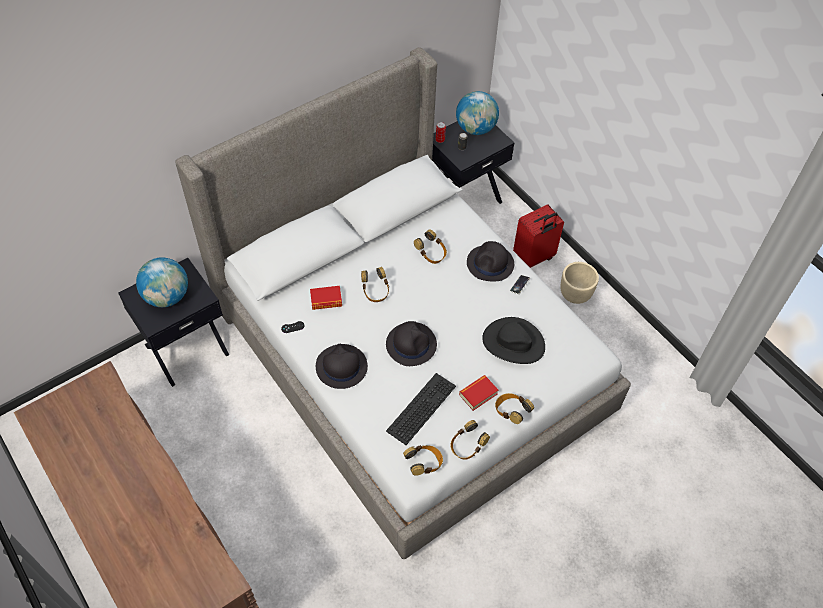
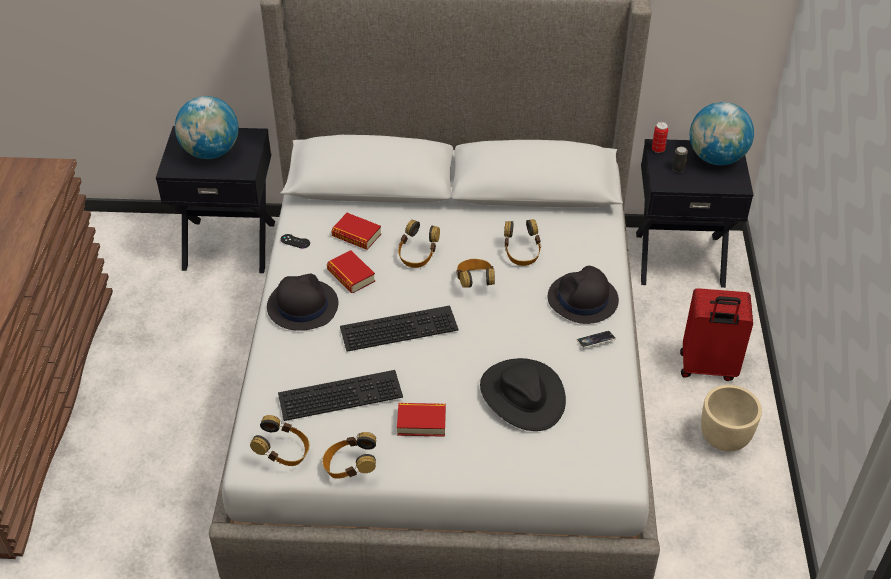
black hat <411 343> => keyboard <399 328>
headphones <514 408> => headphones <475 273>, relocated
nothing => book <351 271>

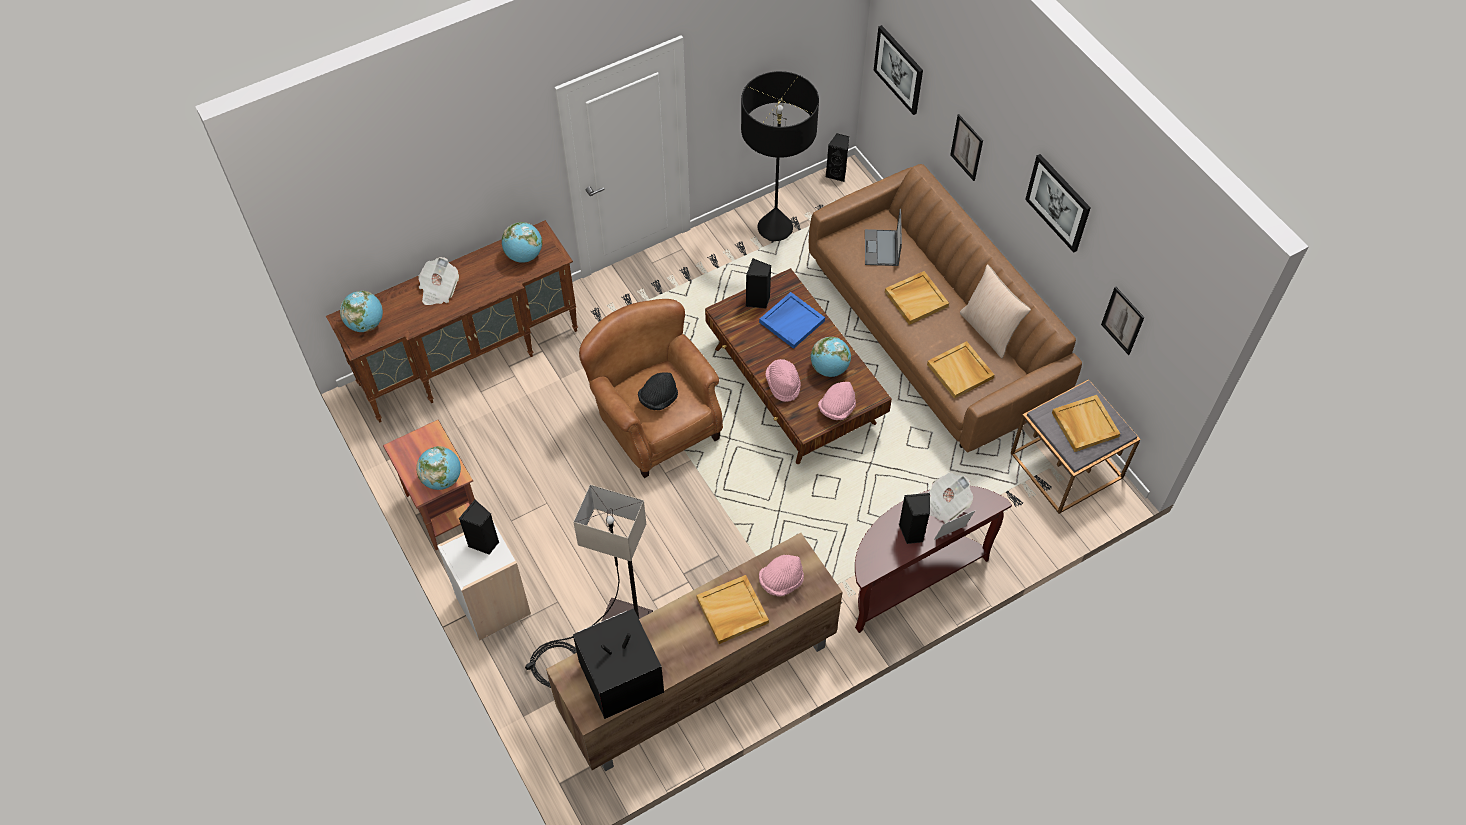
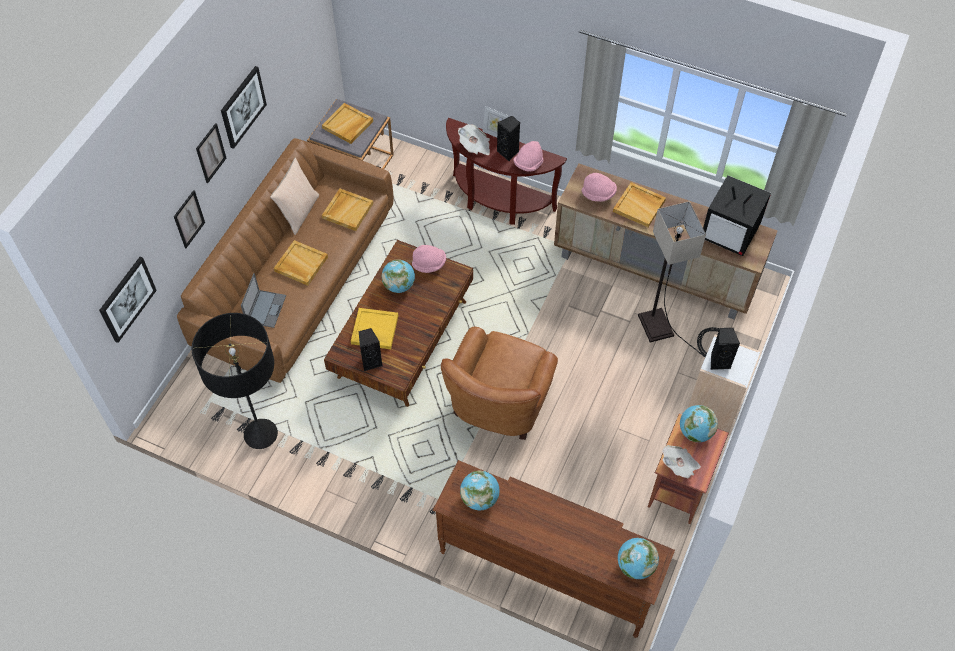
newspaper <438 281> => newspaper <681 462>, relocated
black hat <658 391> => nothing
blue tray <792 320> => yellow tray <374 328>
pink hat <783 380> => pink hat <528 156>, relocated
black speaker <837 157> => nothing
laptop <883 237> => laptop <263 300>, 45 degrees counterclockwise
picture <1123 321> => picture <211 153>, relocated

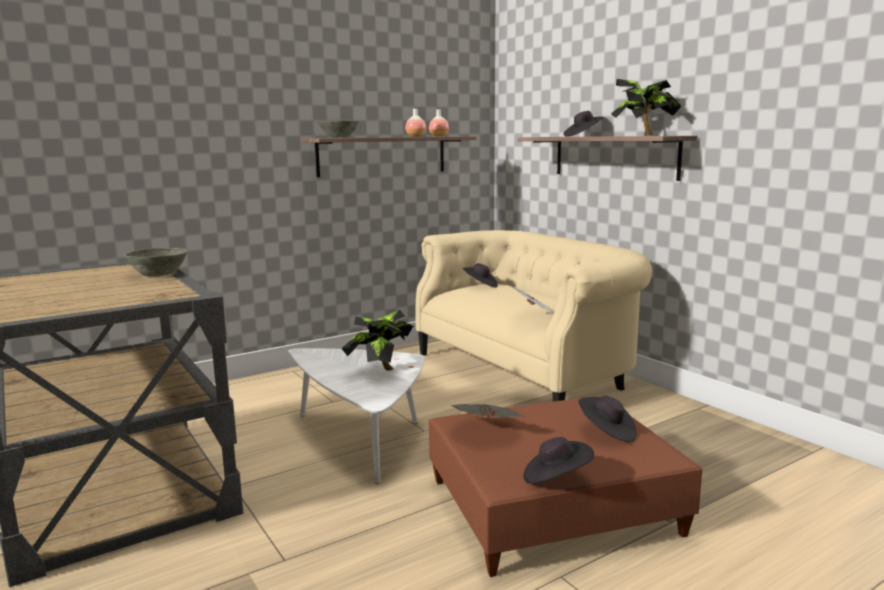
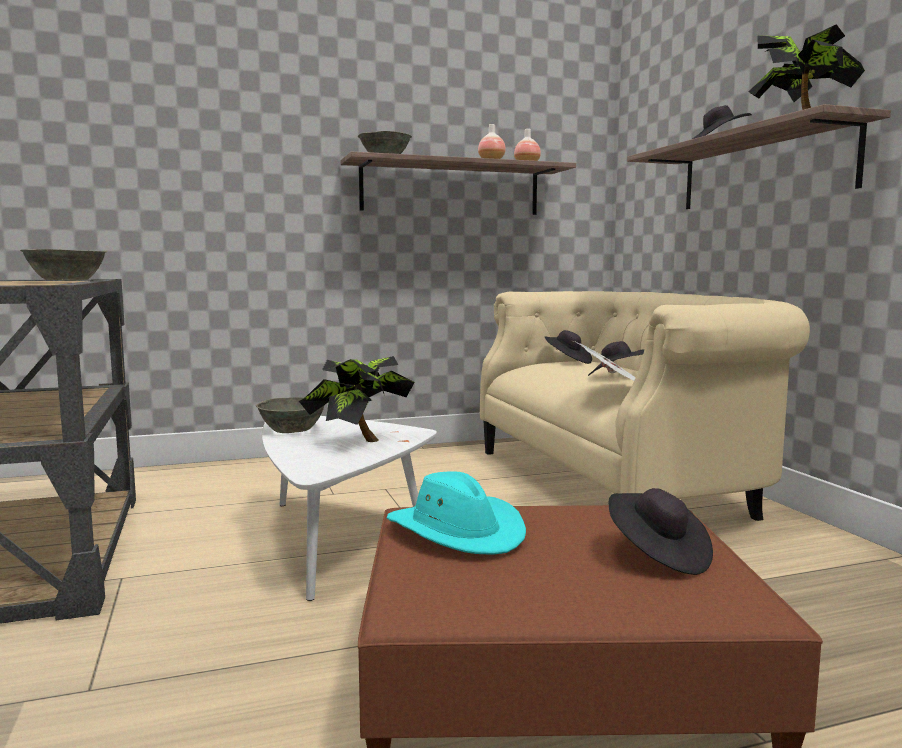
newspaper <487 411> => turquoise hat <456 513>
black hat <559 460> => black hat <616 358>, relocated
nothing => grey bowl <289 415>

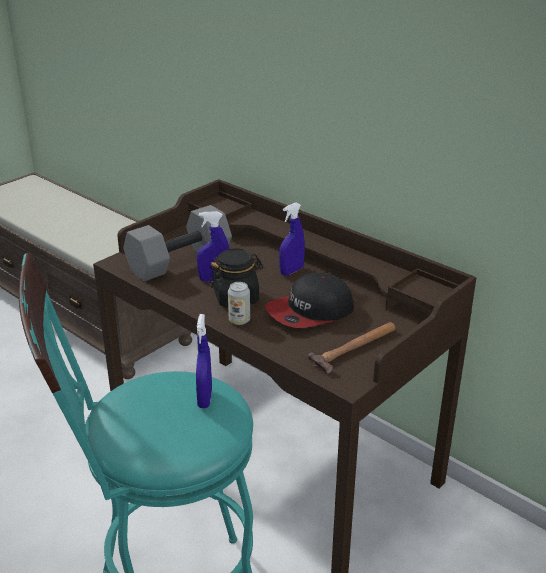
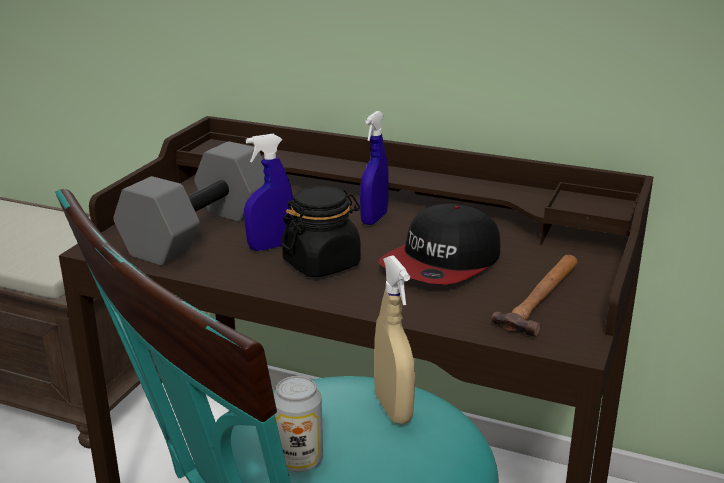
blue spray bottle <204 361> => beige spray bottle <394 339>
can <239 303> => can <298 424>, relocated

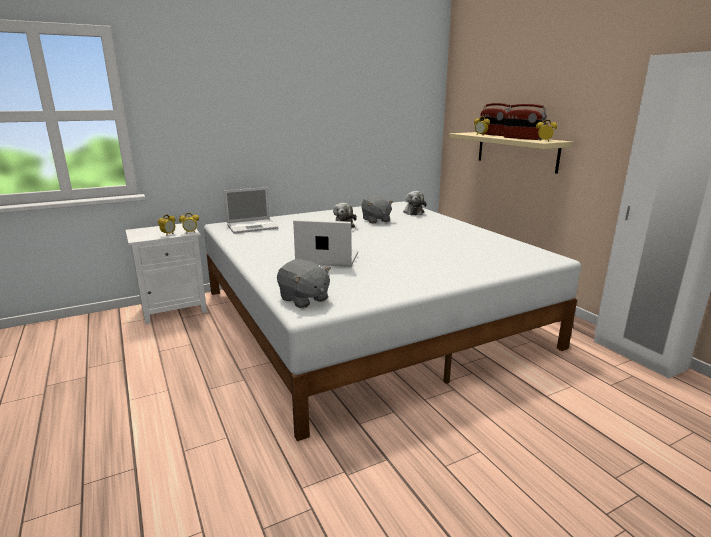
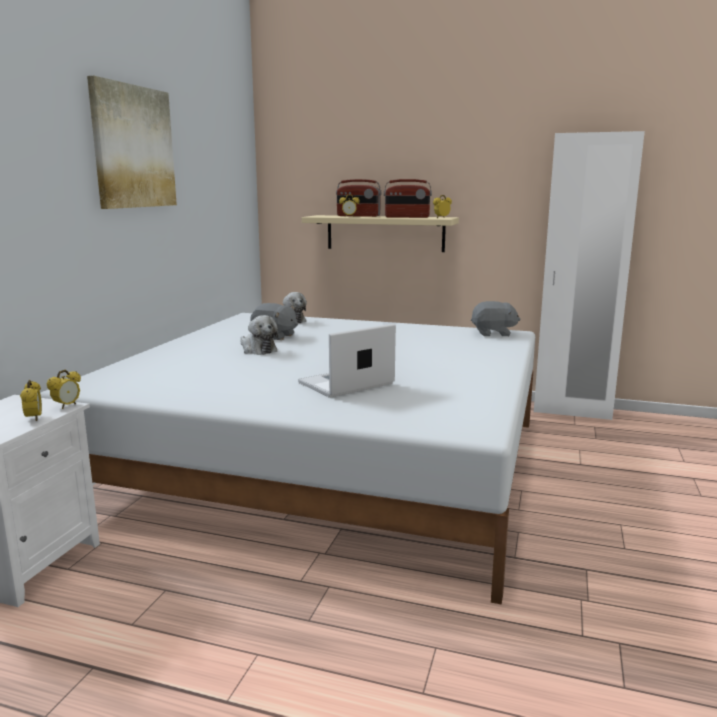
laptop <251 210> => nothing
grey plush toy <304 283> => grey plush toy <496 318>, relocated
nothing => picture <132 142>

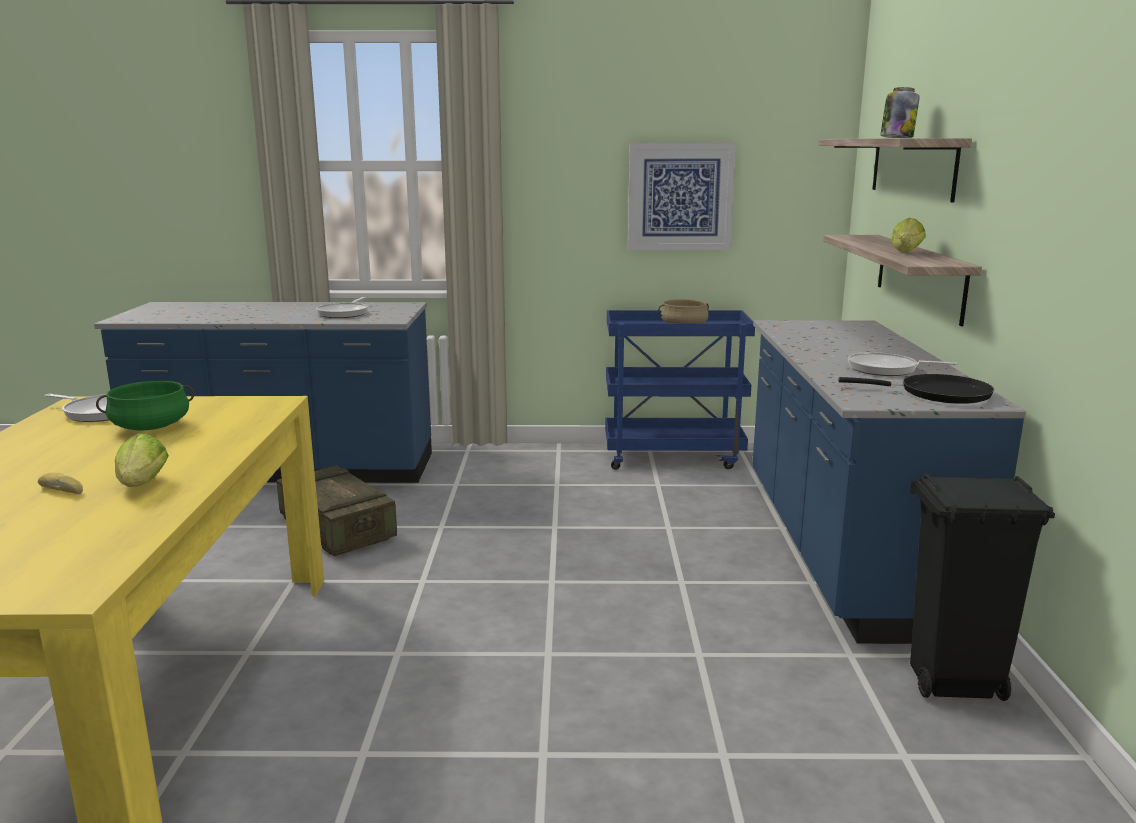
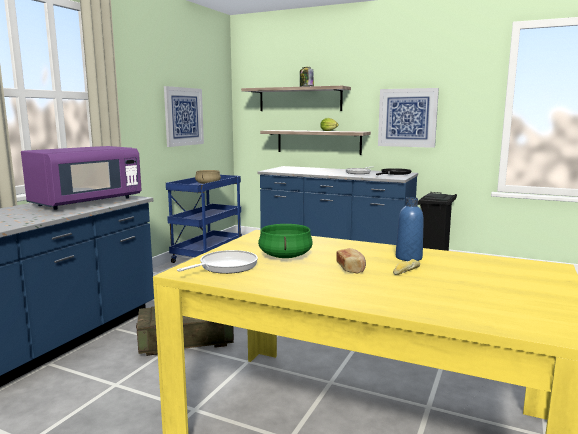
lettuce <142 460> => blue bottle <410 229>
frying pan <342 307> => purple microwave <81 178>
nothing => bread <351 261>
nothing => picture <408 118>

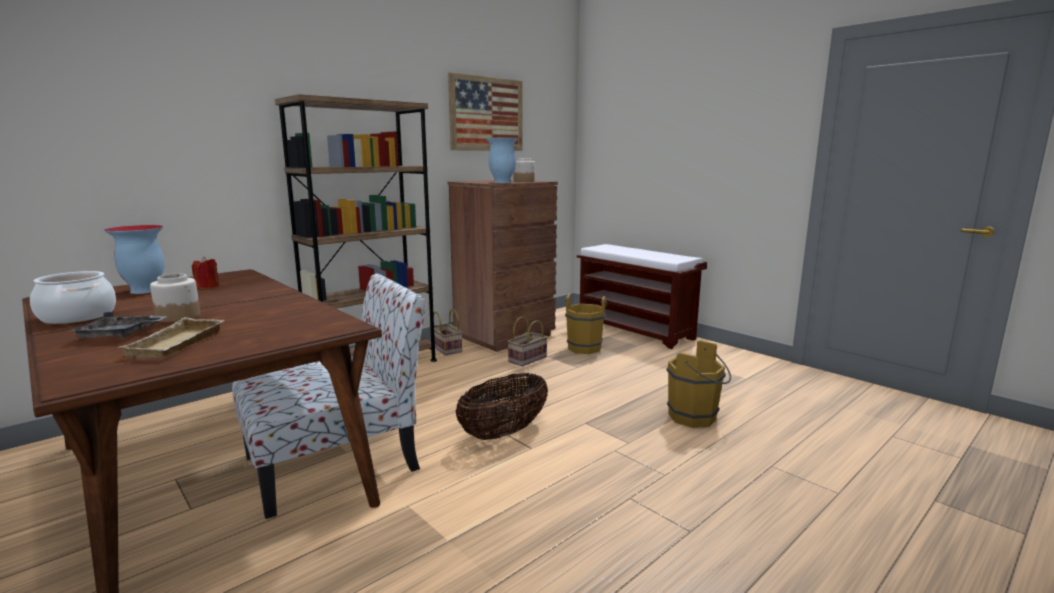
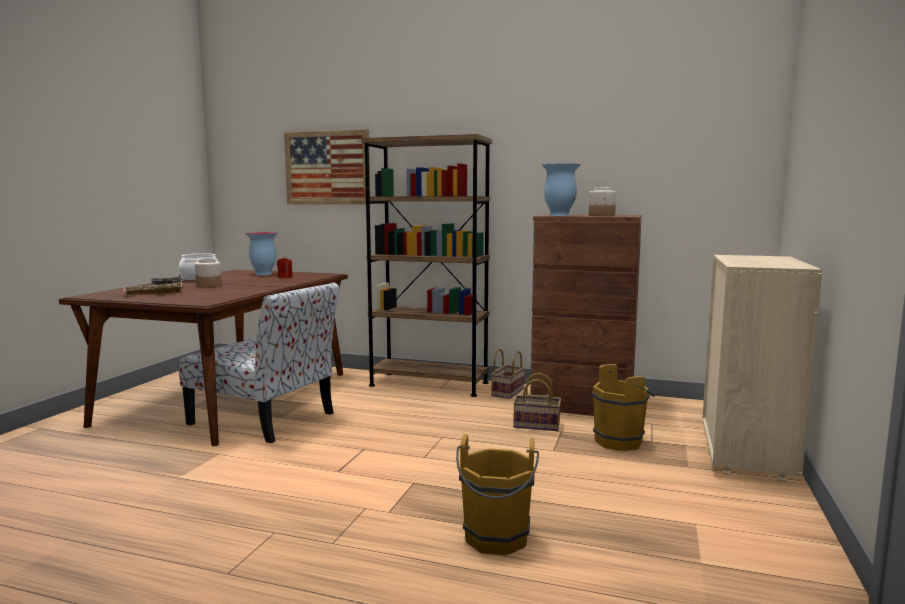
picture <485 111> => picture <327 166>, relocated
basket <502 406> => nothing
brown bench <642 296> => beige cabinet <762 368>

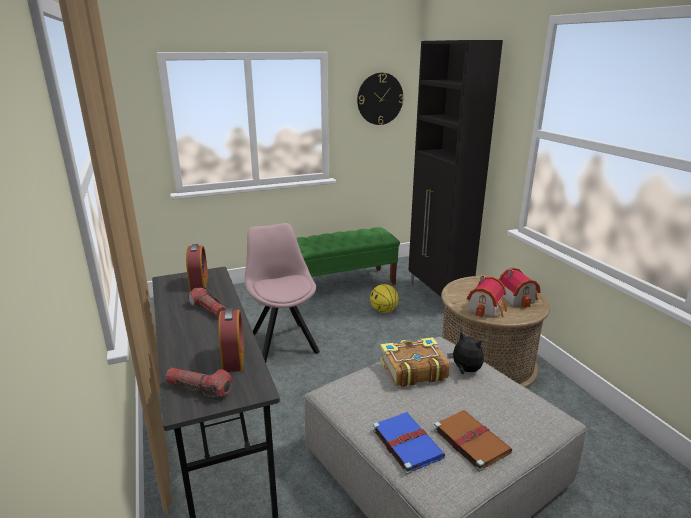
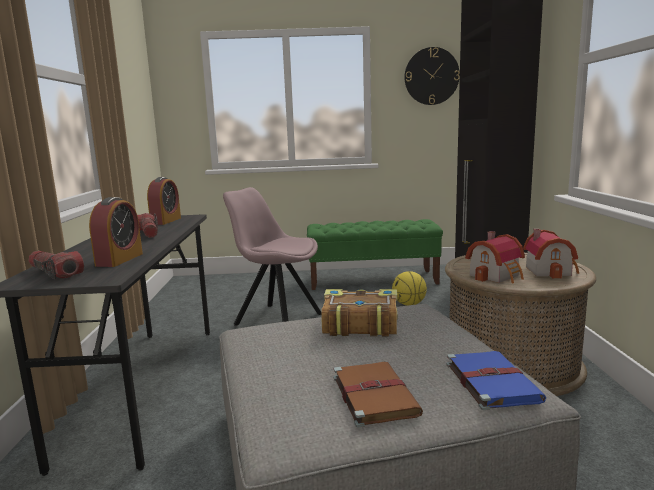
pink chair <282 293> => pink chair <272 256>, 60 degrees counterclockwise
blue book <409 443> => blue book <496 380>, relocated
plush toy <465 352> => nothing

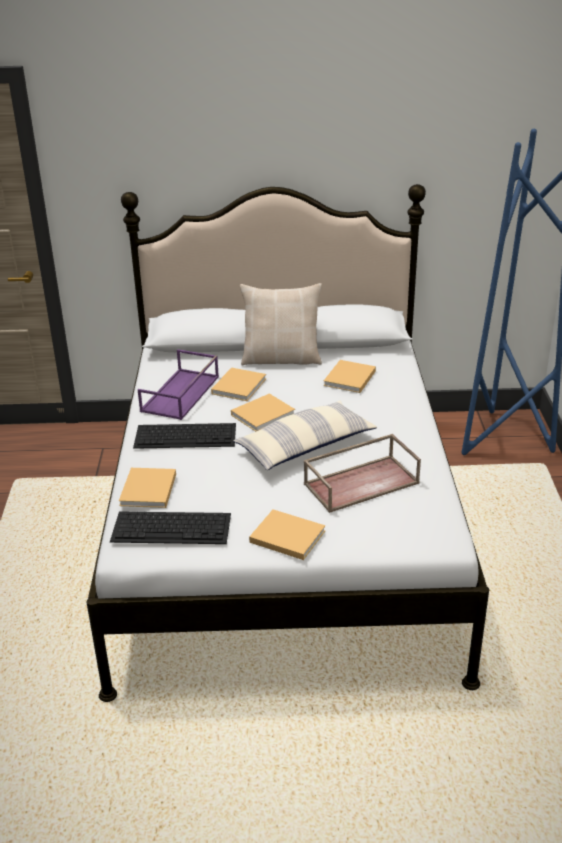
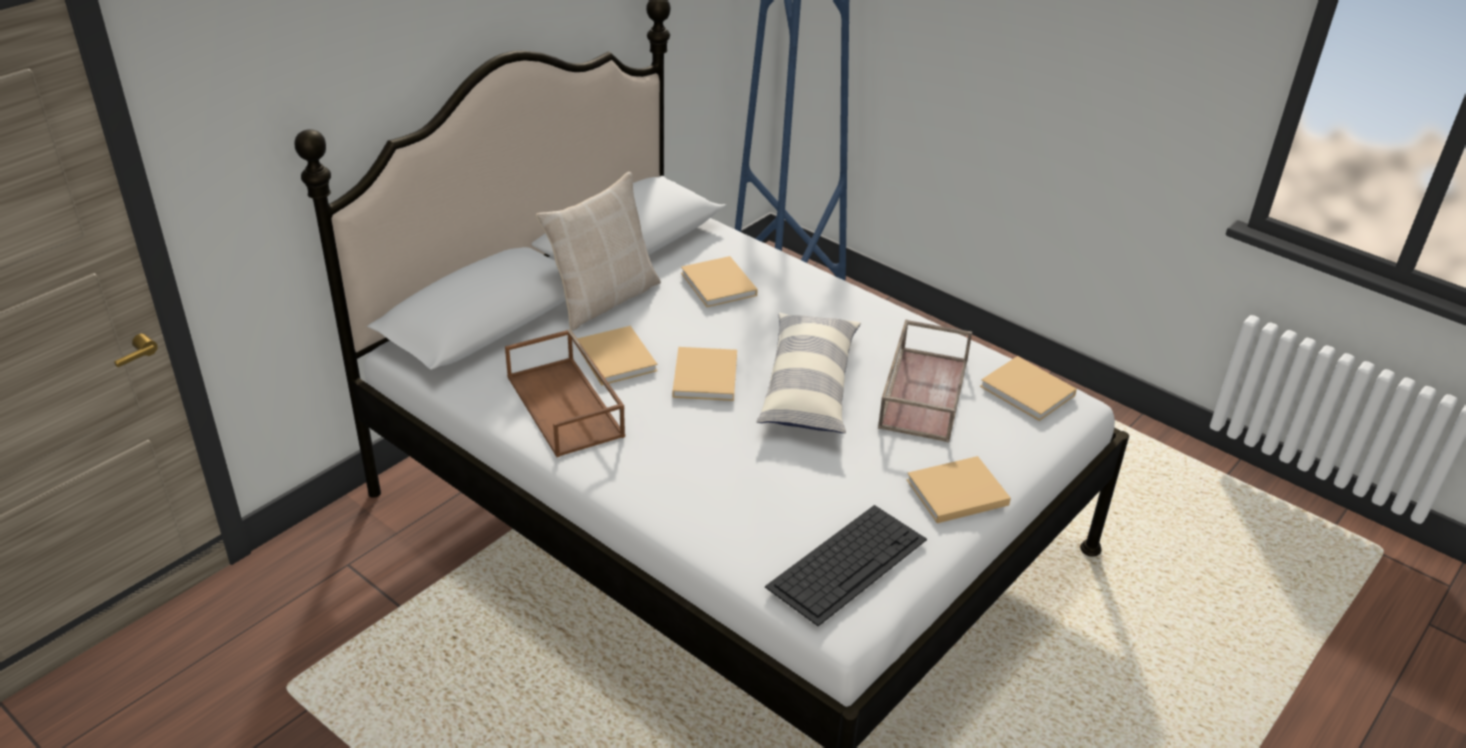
beige book <147 488> => beige book <1028 388>, relocated
keyboard <184 436> => nothing
purple tray <178 384> => brown tray <565 393>

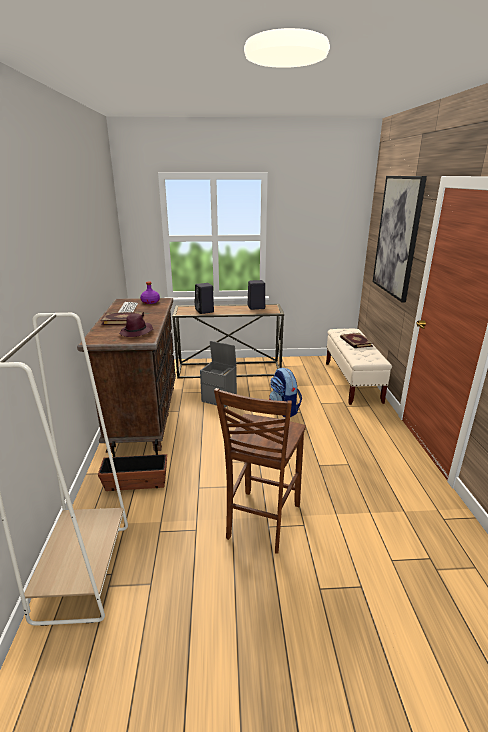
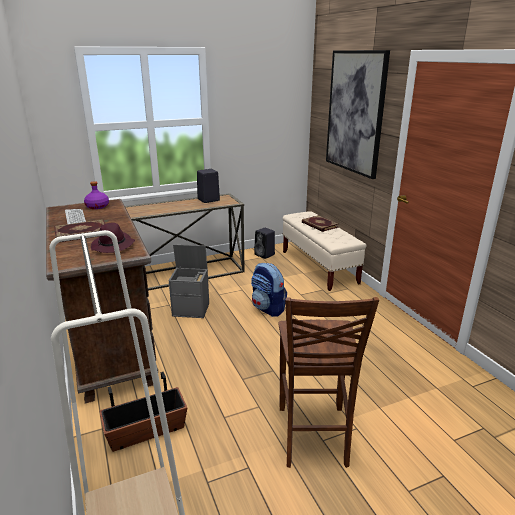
black speaker <204 298> => black speaker <264 243>, relocated

